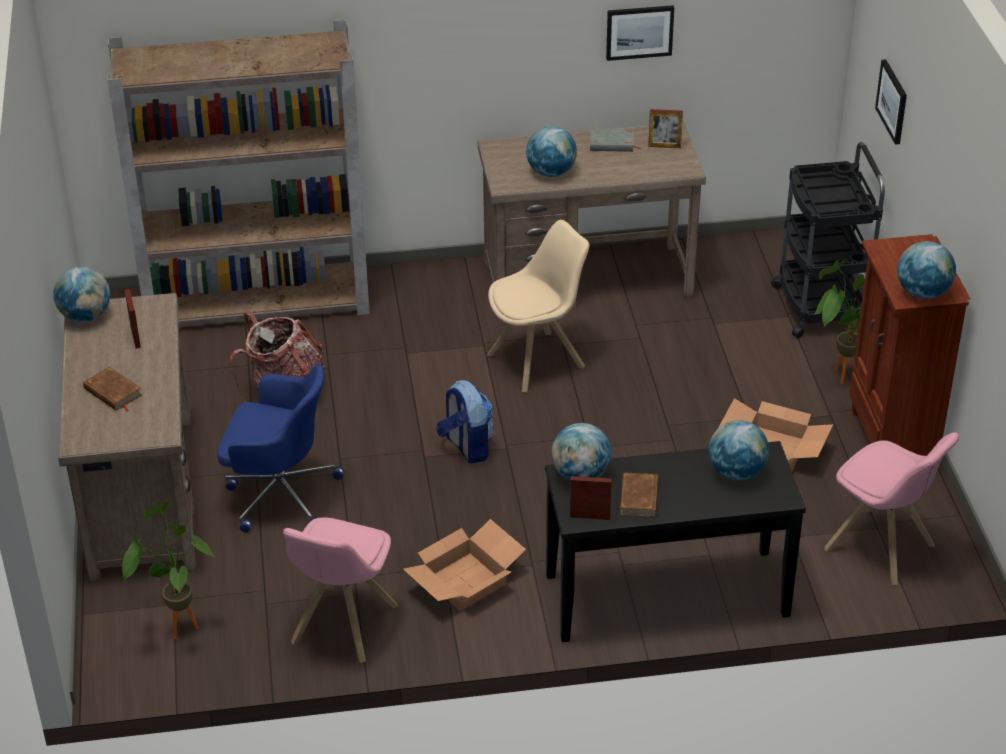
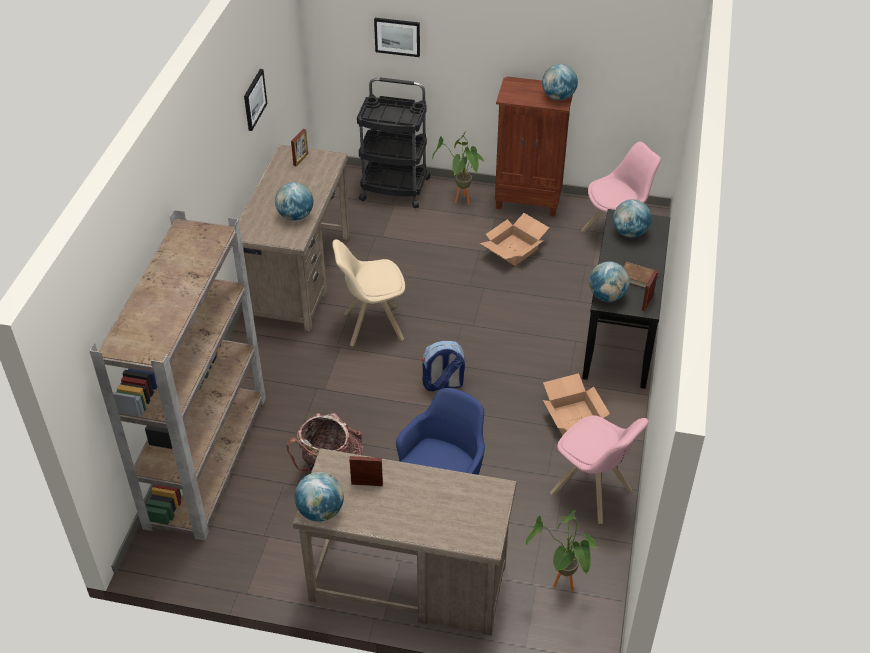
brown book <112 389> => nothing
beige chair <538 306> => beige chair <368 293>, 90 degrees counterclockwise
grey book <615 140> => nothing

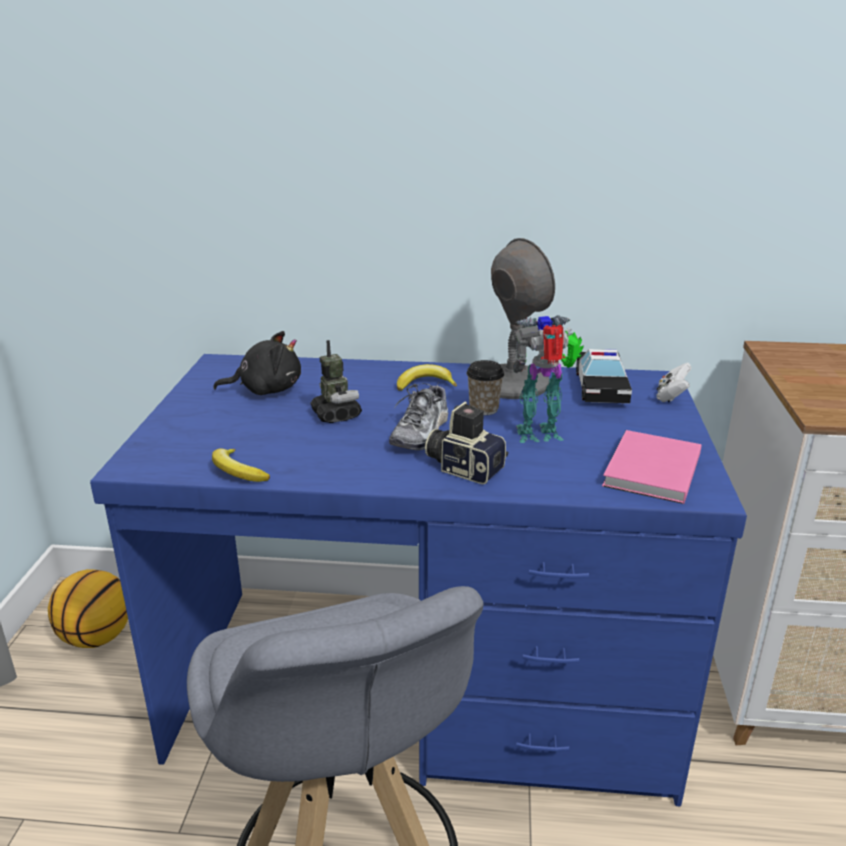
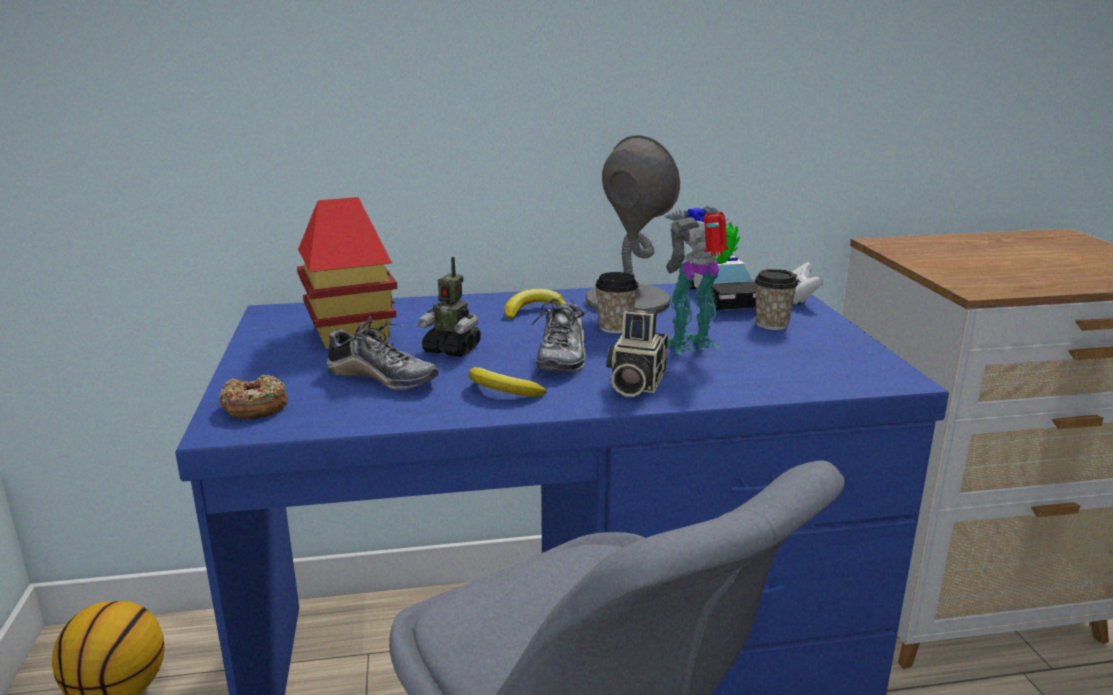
banana <241 465> => banana <508 382>, relocated
black plush toy <257 363> => toy house <347 273>
toy robot <336 381> => toy robot <449 307>, 150 degrees clockwise
photo camera <466 443> => photo camera <637 352>, 90 degrees counterclockwise
pink book <651 467> => nothing
nothing => donut <253 396>
nothing => shoe <383 353>
nothing => cup <776 299>

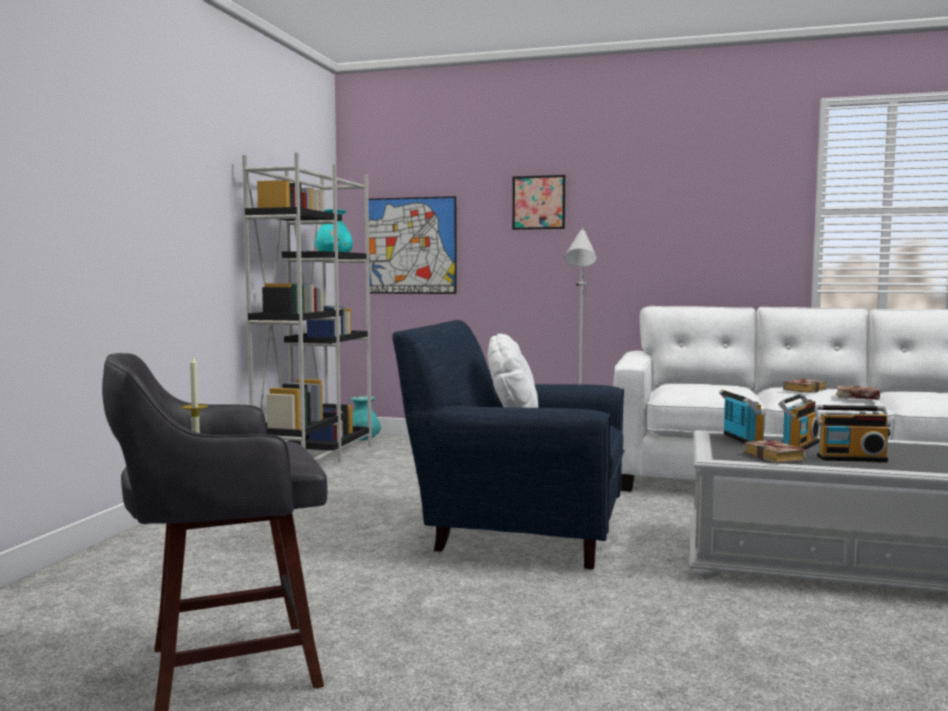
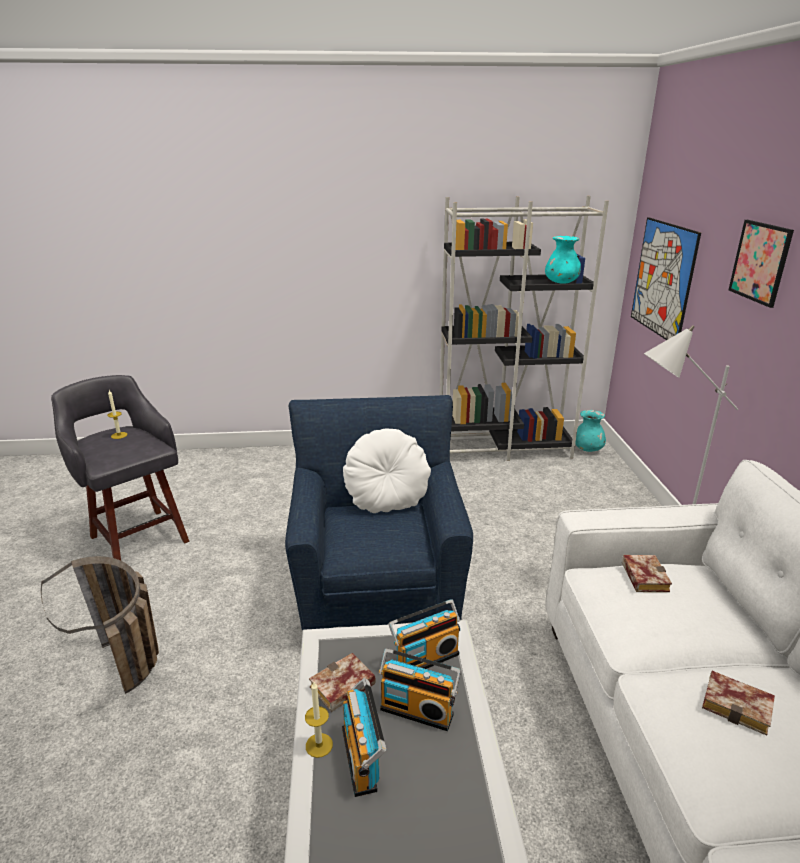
book <858 393> => book <647 573>, relocated
nothing => basket <100 625>
nothing => candle <319 720>

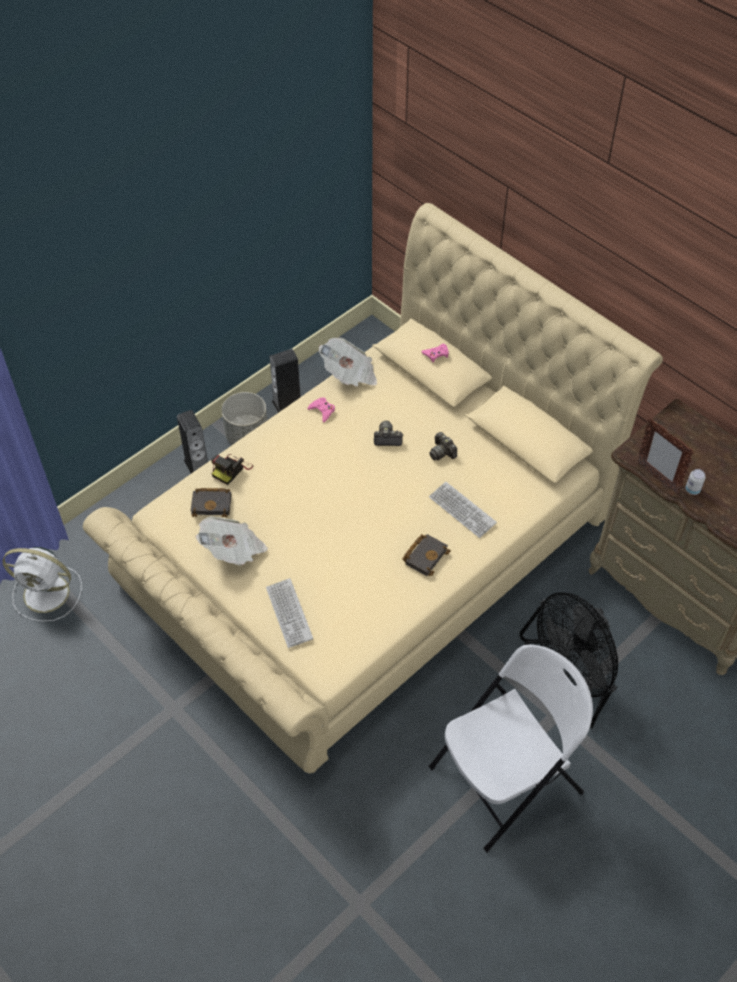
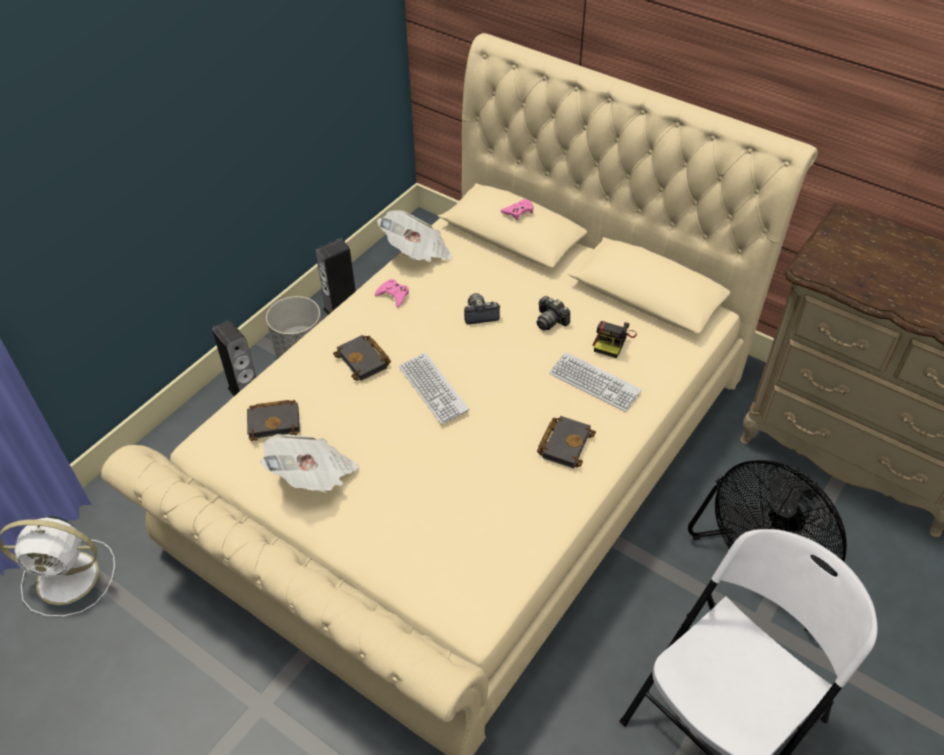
photo camera <232 469> => photo camera <615 339>, relocated
keyboard <289 613> => keyboard <434 388>, relocated
picture frame <665 456> => nothing
can <695 482> => nothing
nothing => black book <362 358>

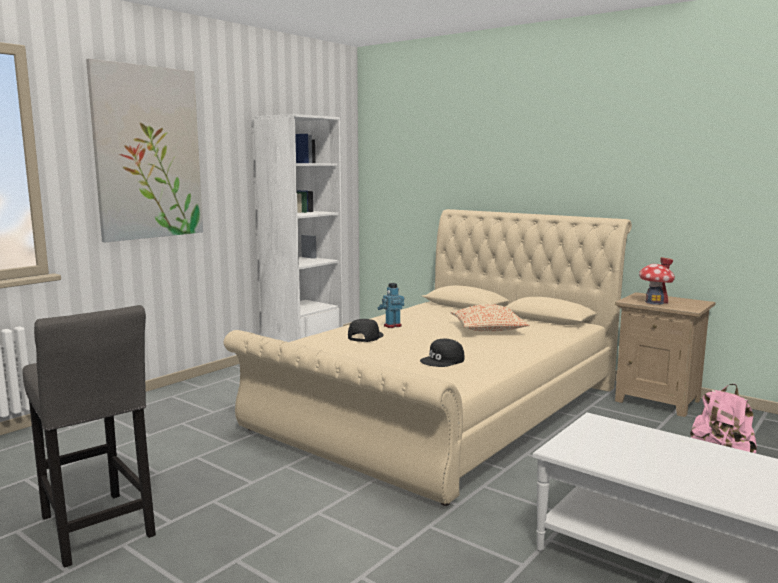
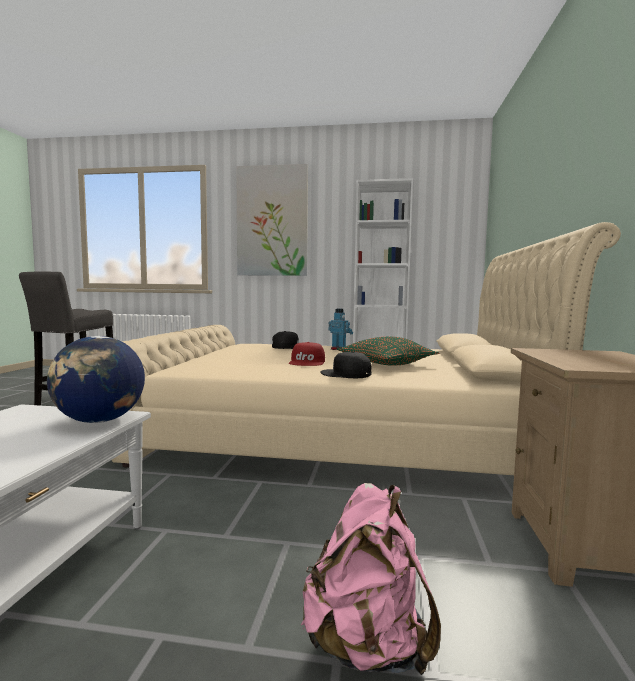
black cap <442 353> => black cap <346 365>, relocated
beige pillow <490 317> => green pillow <388 351>
toy house <657 281> => nothing
nothing => globe <96 379>
nothing => red cap <307 354>

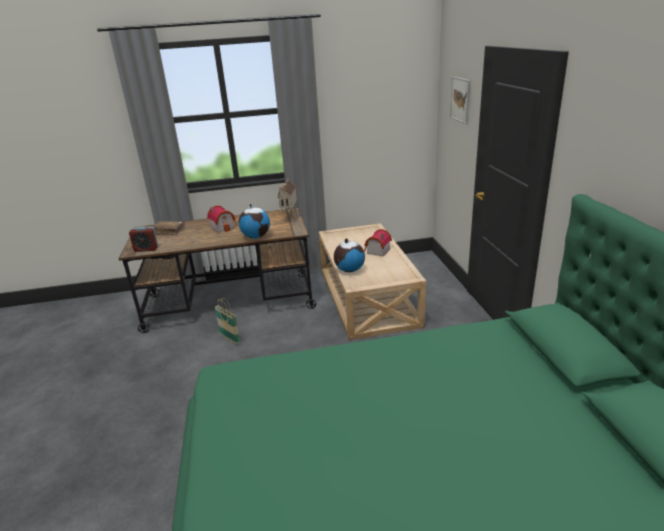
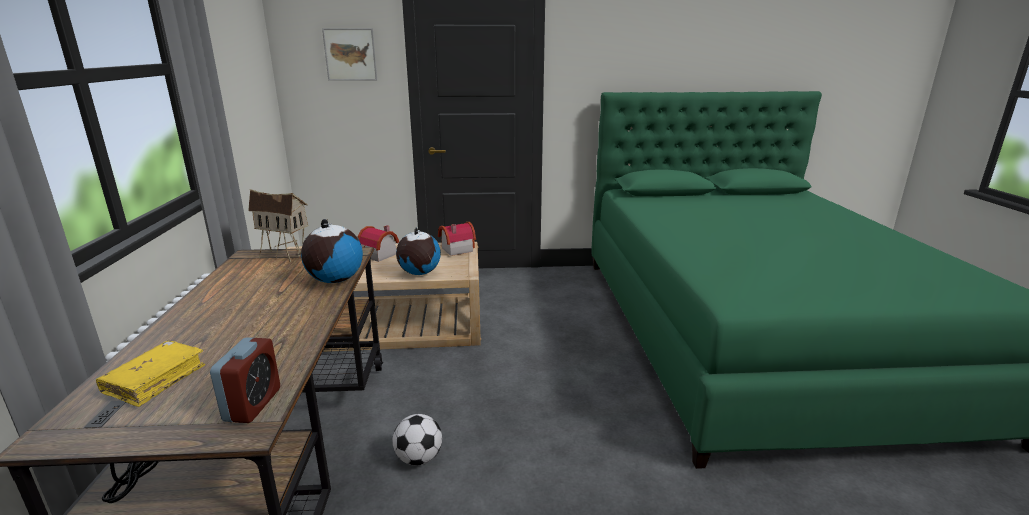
brown book <168 228> => yellow book <150 373>
toy house <222 219> => toy house <457 239>, relocated
basket <227 321> => football <417 439>

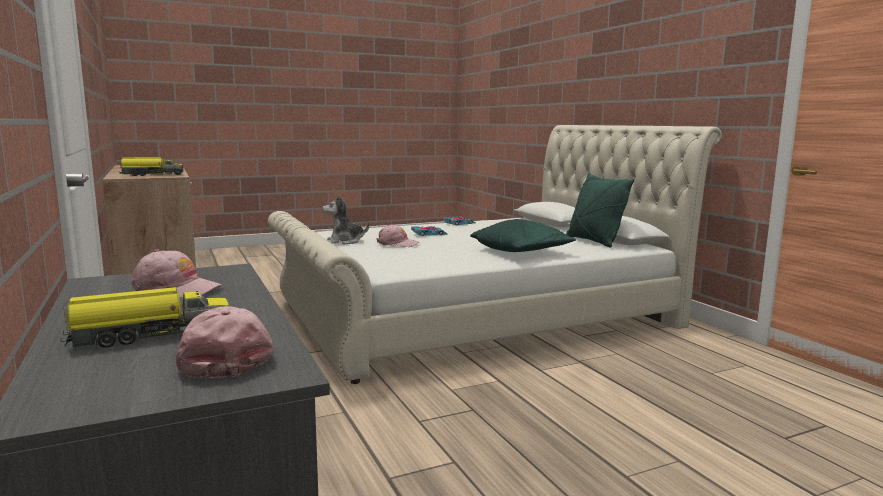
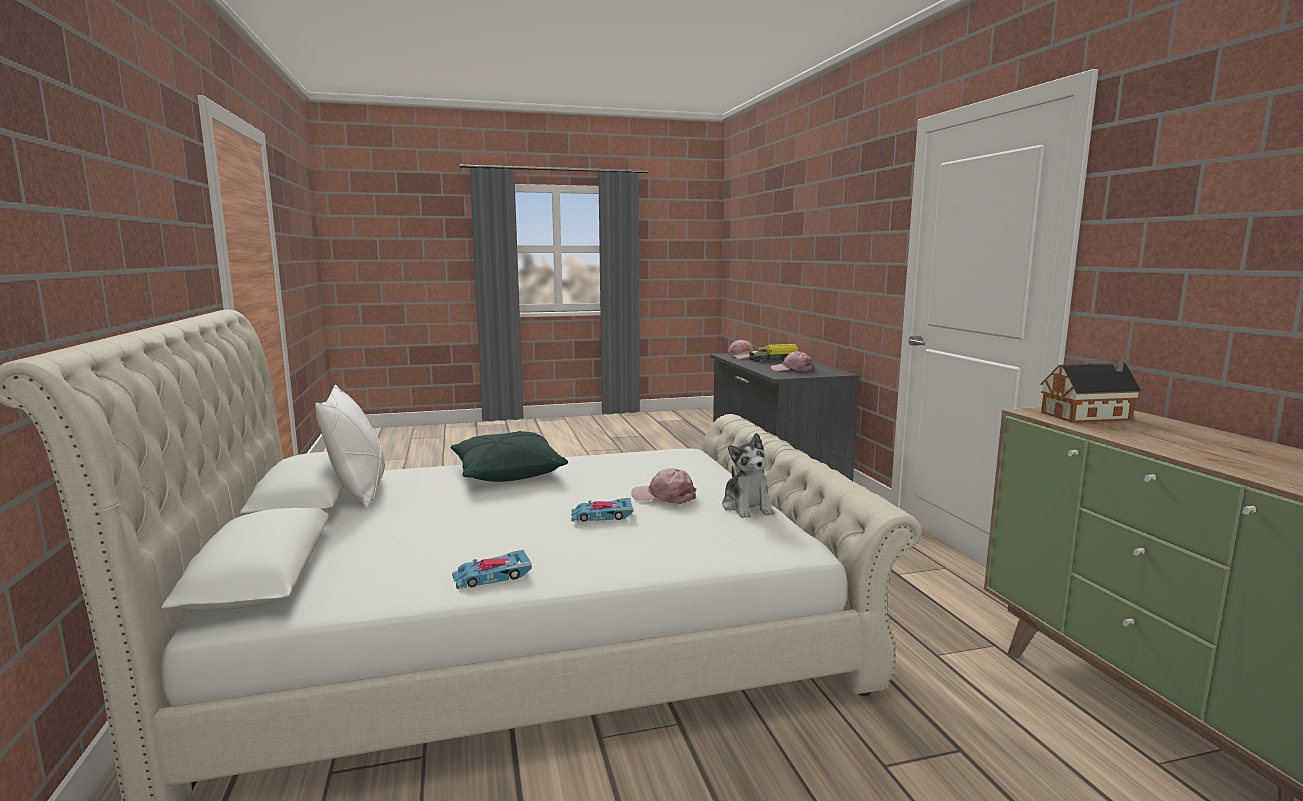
toy truck <150 166> => toy house <1091 391>
plush toy <346 219> => plush toy <748 475>, 75 degrees clockwise
green pillow <600 210> => white pillow <350 447>

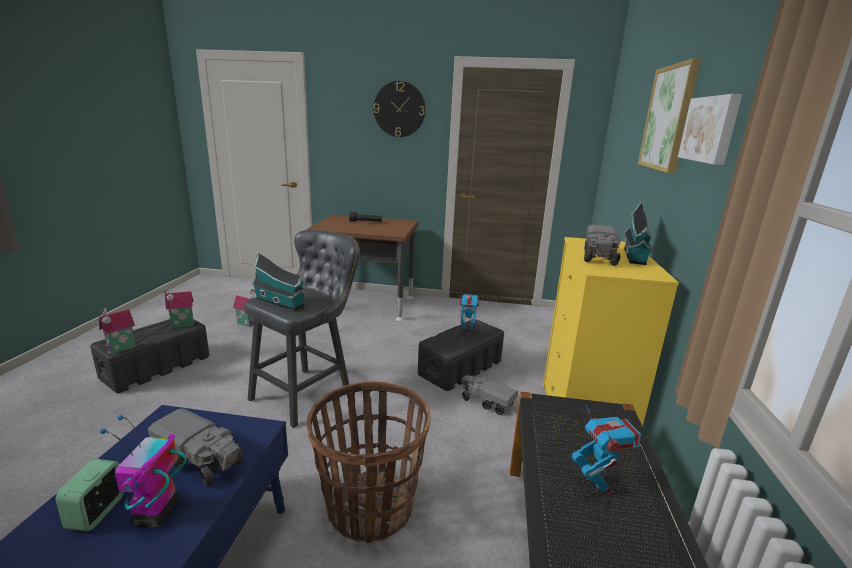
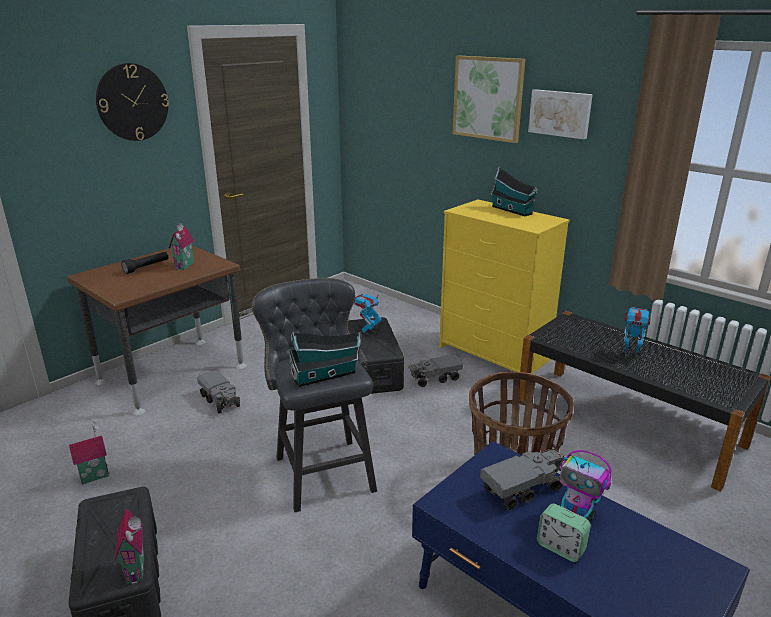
toy house <179 307> => toy house <181 246>, relocated
toy truck <602 245> => toy truck <218 391>, relocated

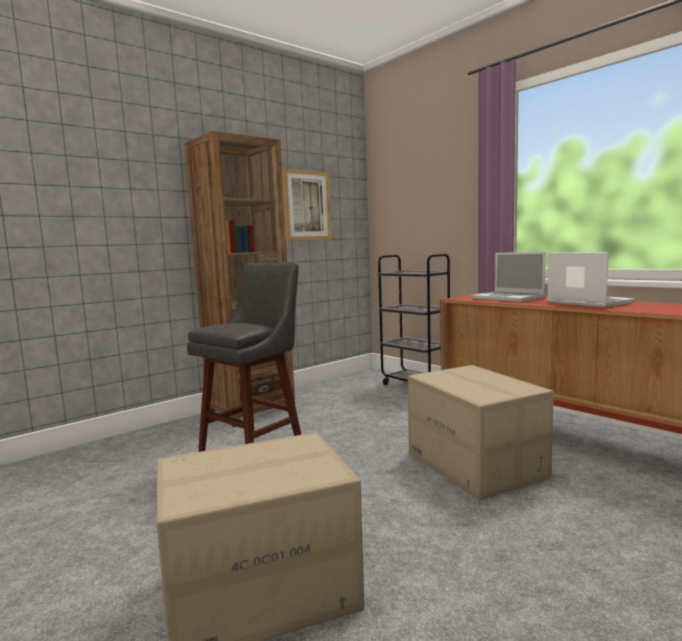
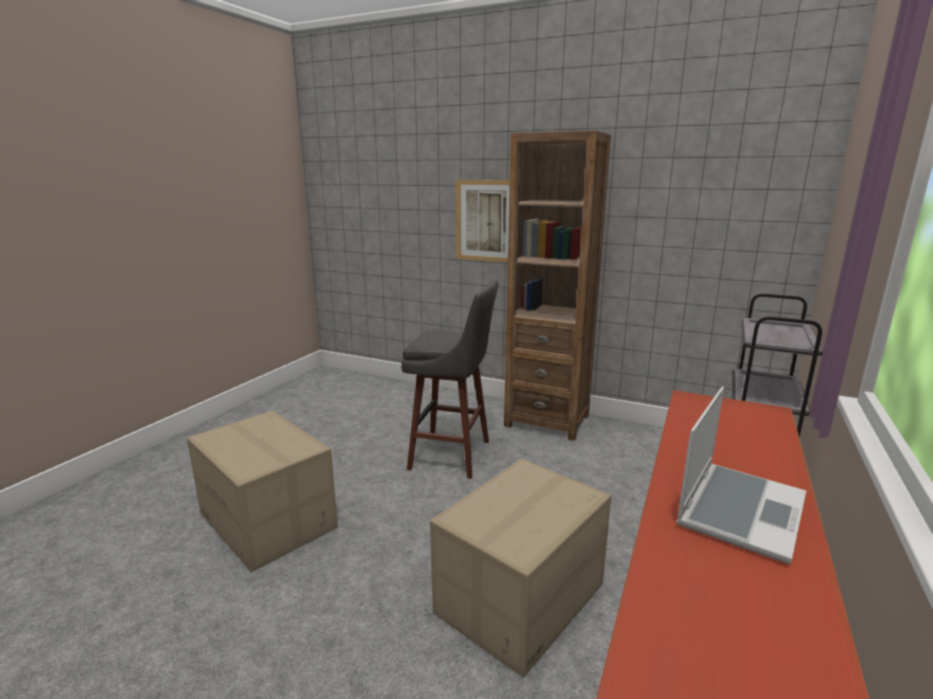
picture <307 204> => picture <483 221>, relocated
laptop <508 277> => nothing

